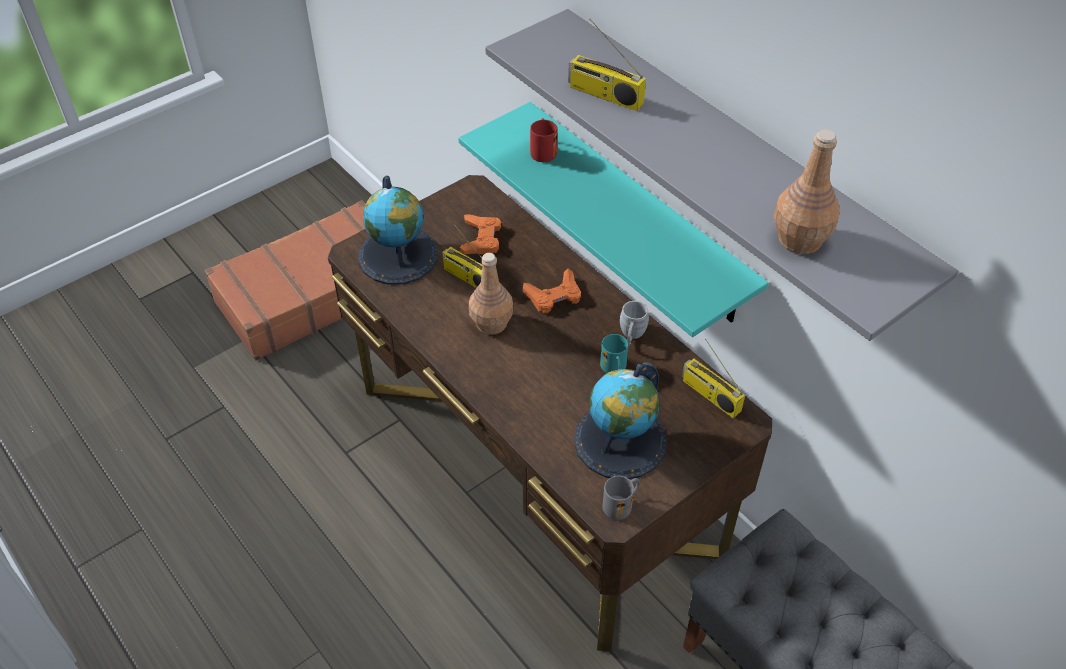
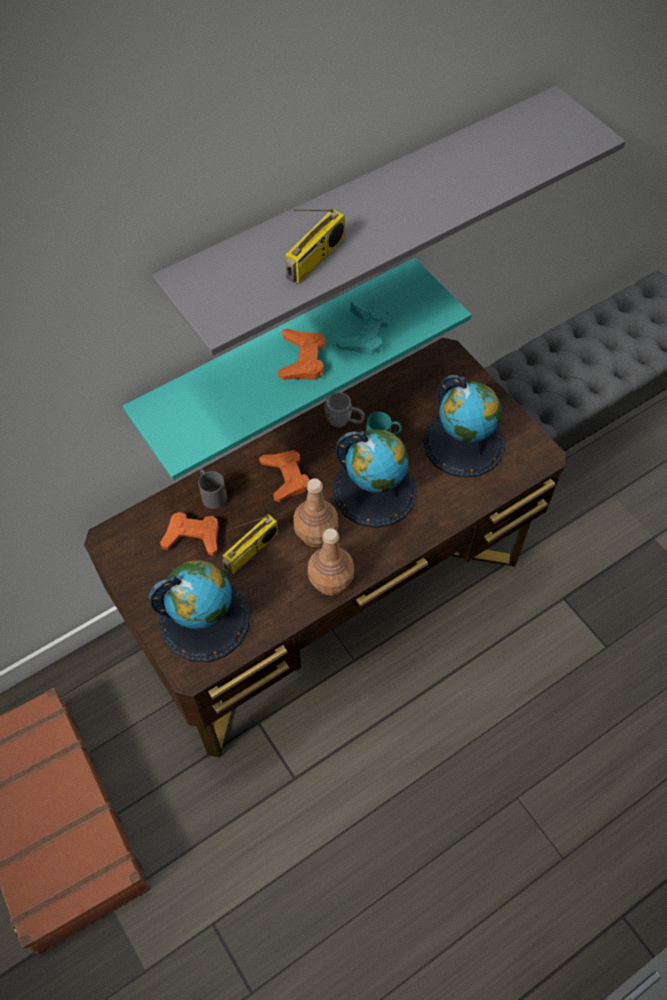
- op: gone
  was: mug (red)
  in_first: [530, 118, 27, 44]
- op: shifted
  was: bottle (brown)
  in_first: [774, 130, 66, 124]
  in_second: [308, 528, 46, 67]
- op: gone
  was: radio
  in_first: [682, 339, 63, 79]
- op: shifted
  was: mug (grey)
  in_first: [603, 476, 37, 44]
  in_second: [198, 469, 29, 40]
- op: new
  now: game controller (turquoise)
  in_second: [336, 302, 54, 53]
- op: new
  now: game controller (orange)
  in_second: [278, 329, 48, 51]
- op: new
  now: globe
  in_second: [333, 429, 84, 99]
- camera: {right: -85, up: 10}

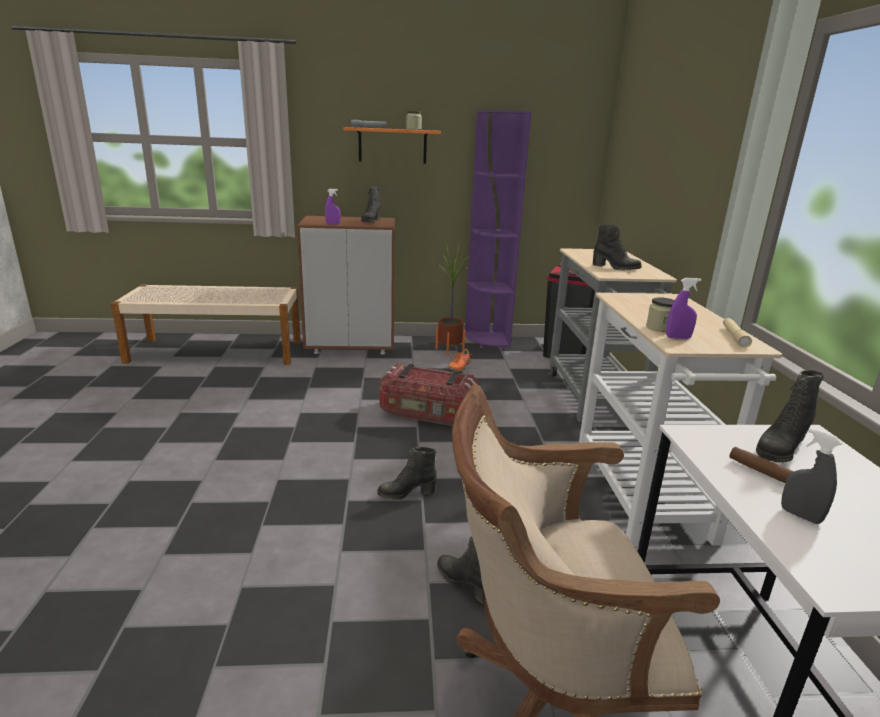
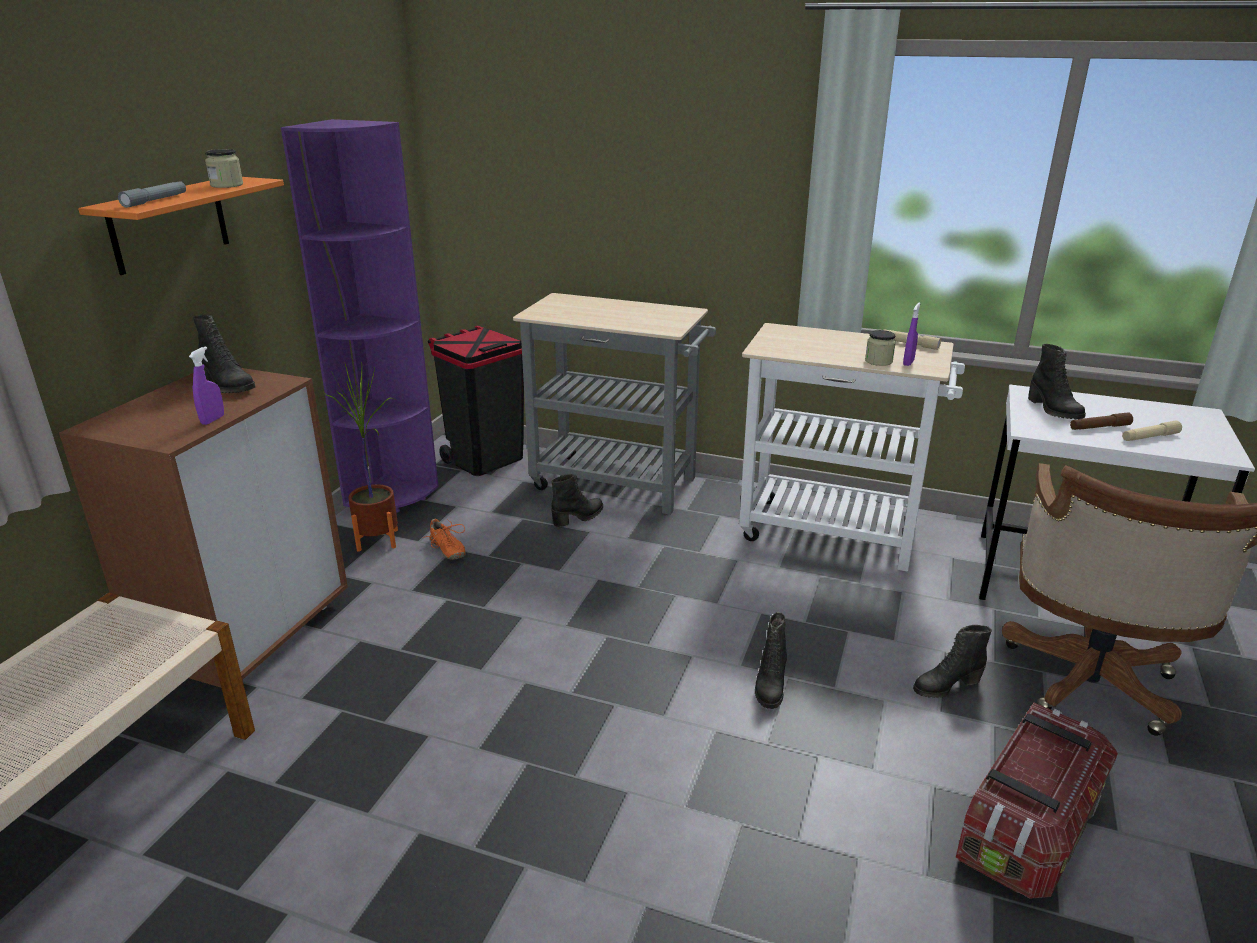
- op: shifted
  was: boot (black)
  in_first: [593, 225, 49, 45]
  in_second: [551, 474, 52, 53]
- op: shifted
  was: storage box
  in_first: [379, 364, 99, 62]
  in_second: [956, 703, 162, 196]
- op: swapped
  was: spray bottle (grey)
  now: flashlight (beige)
  in_first: [781, 428, 62, 96]
  in_second: [1122, 421, 60, 20]
- camera: {right: -65, up: 5}

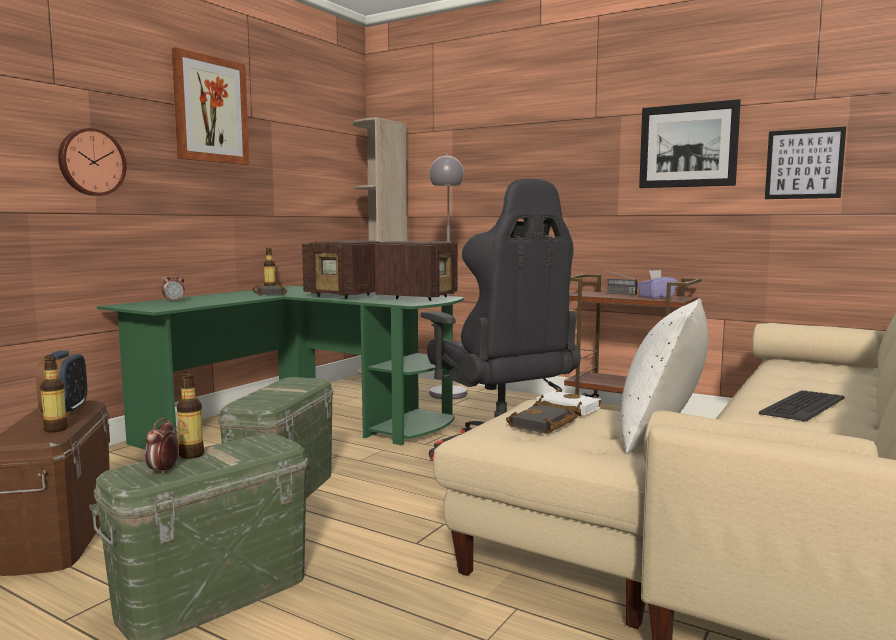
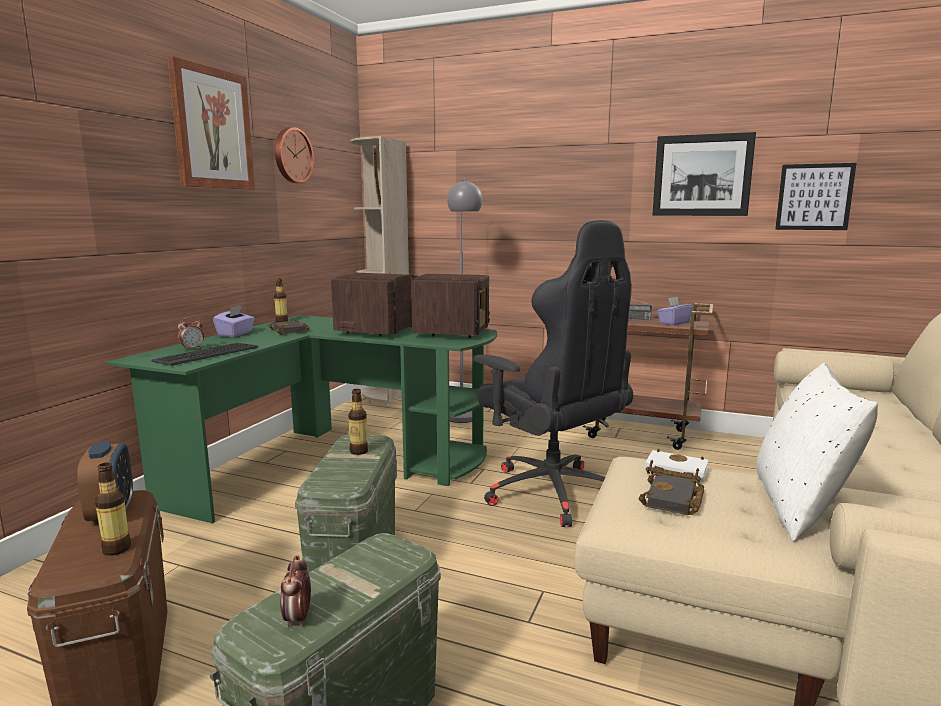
- op: shifted
  was: wall clock
  in_first: [58, 128, 69, 68]
  in_second: [275, 127, 39, 56]
- op: rotated
  was: radio
  in_first: [302, 240, 79, 59]
  in_second: [331, 273, 86, 63]
  clockwise: 90
- op: shifted
  was: bottle
  in_first: [177, 372, 27, 87]
  in_second: [348, 389, 20, 66]
- op: shifted
  was: keyboard
  in_first: [759, 390, 86, 32]
  in_second: [152, 343, 106, 23]
- op: new
  now: tissue box (purple)
  in_second: [213, 305, 42, 32]
- camera: {right: -10, up: 5}

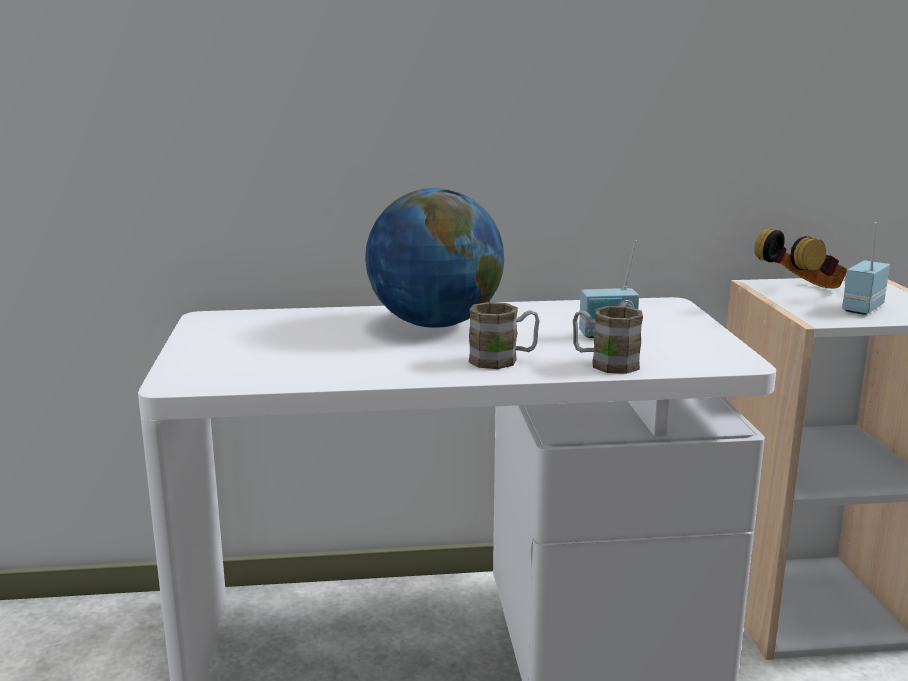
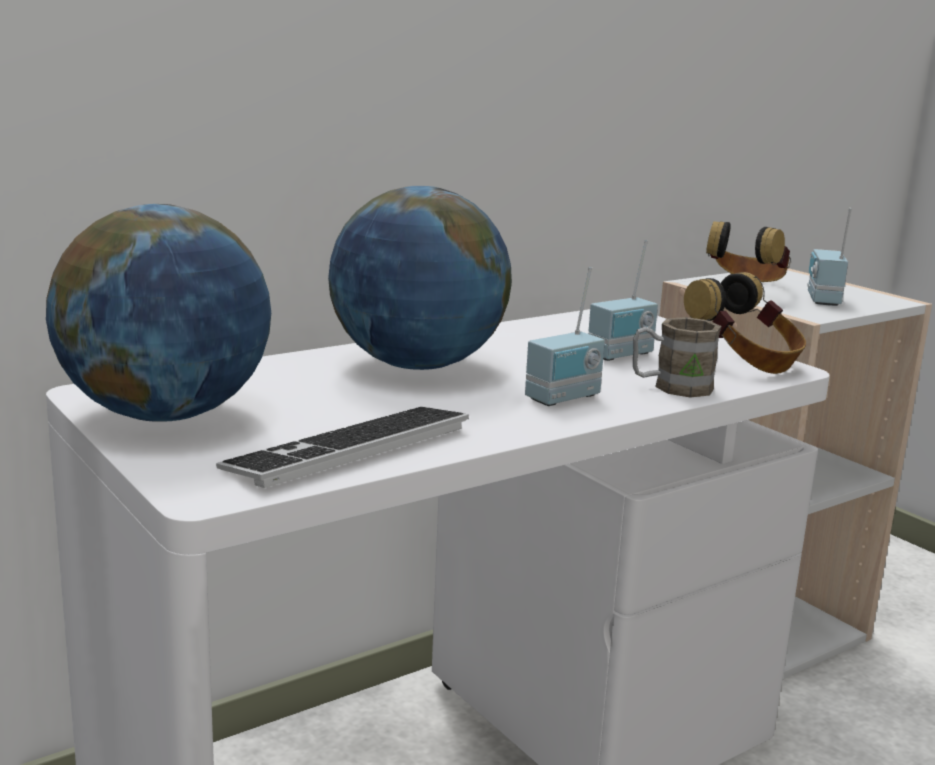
- op: swapped
  was: mug (brown)
  now: radio
  in_first: [469, 302, 70, 67]
  in_second: [525, 267, 80, 139]
- op: new
  now: globe
  in_second: [46, 204, 225, 218]
- op: new
  now: headphones
  in_second: [684, 272, 122, 102]
- op: new
  now: keyboard
  in_second: [216, 407, 253, 81]
- camera: {right: -30, up: 0}

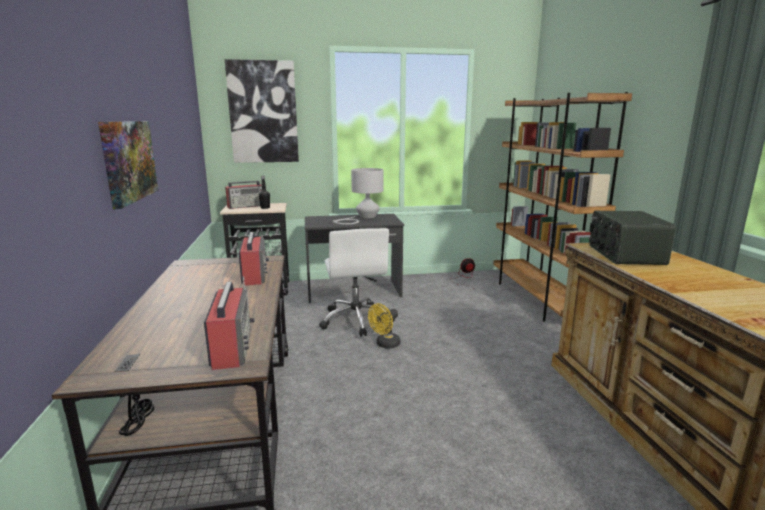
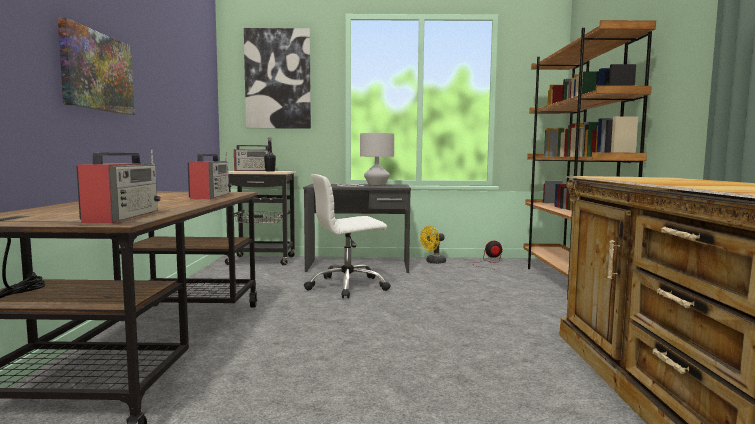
- op: gone
  was: radio
  in_first: [589, 210, 87, 55]
- op: rotated
  was: office chair (white)
  in_first: [319, 228, 76, 108]
  in_second: [304, 174, 87, 124]
  clockwise: 75
- op: shifted
  was: fan (yellow)
  in_first: [368, 303, 33, 46]
  in_second: [420, 226, 26, 38]
- camera: {right: 10, up: -10}

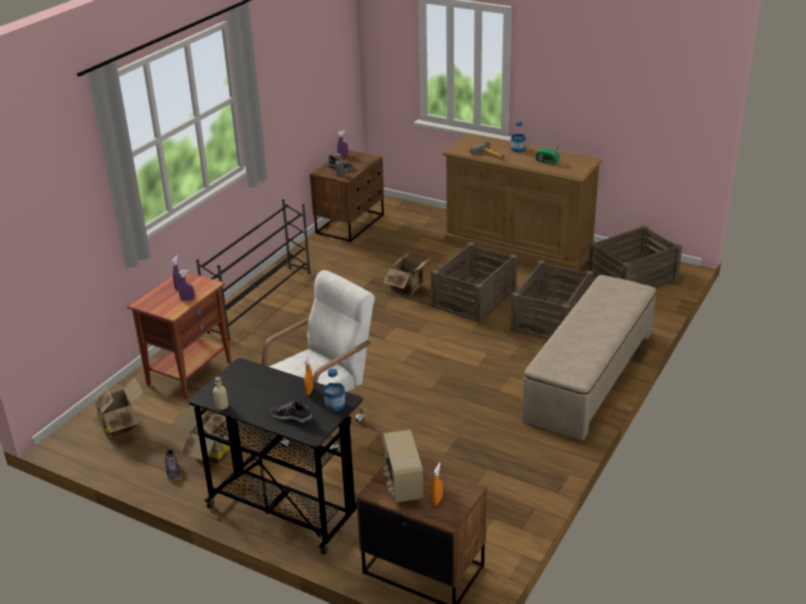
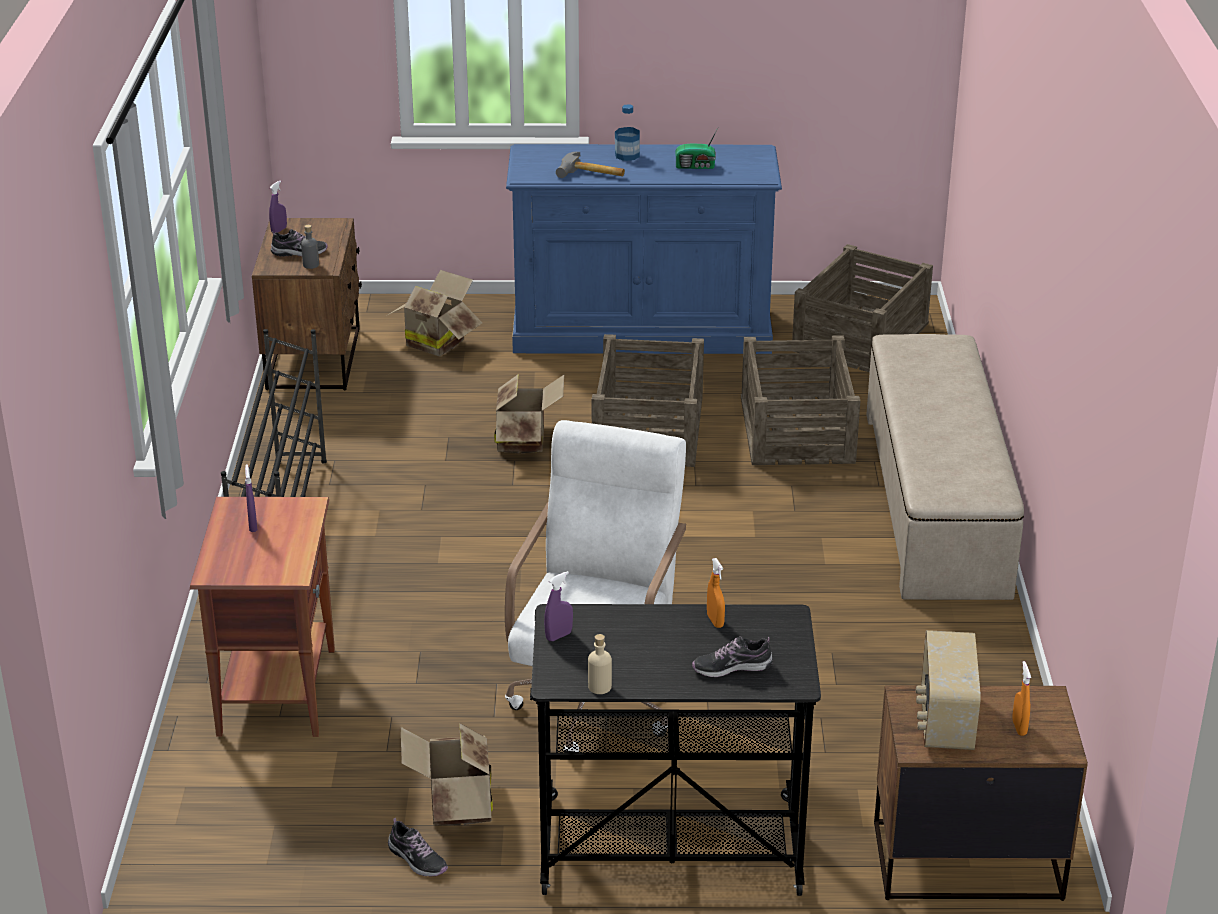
- op: repainted
  was: cabinet (brown)
  now: cabinet (blue)
  in_first: [442, 133, 161, 138]
  in_second: [506, 144, 276, 210]
- op: shifted
  was: spray bottle (purple)
  in_first: [178, 270, 17, 31]
  in_second: [544, 571, 29, 70]
- op: gone
  was: bottle
  in_first: [324, 369, 22, 43]
- op: shifted
  was: cardboard box
  in_first: [94, 377, 49, 61]
  in_second: [386, 270, 96, 86]
- op: rotated
  was: radio
  in_first: [382, 430, 41, 73]
  in_second: [916, 630, 64, 120]
  clockwise: 45
- camera: {right: -30, up: 0}

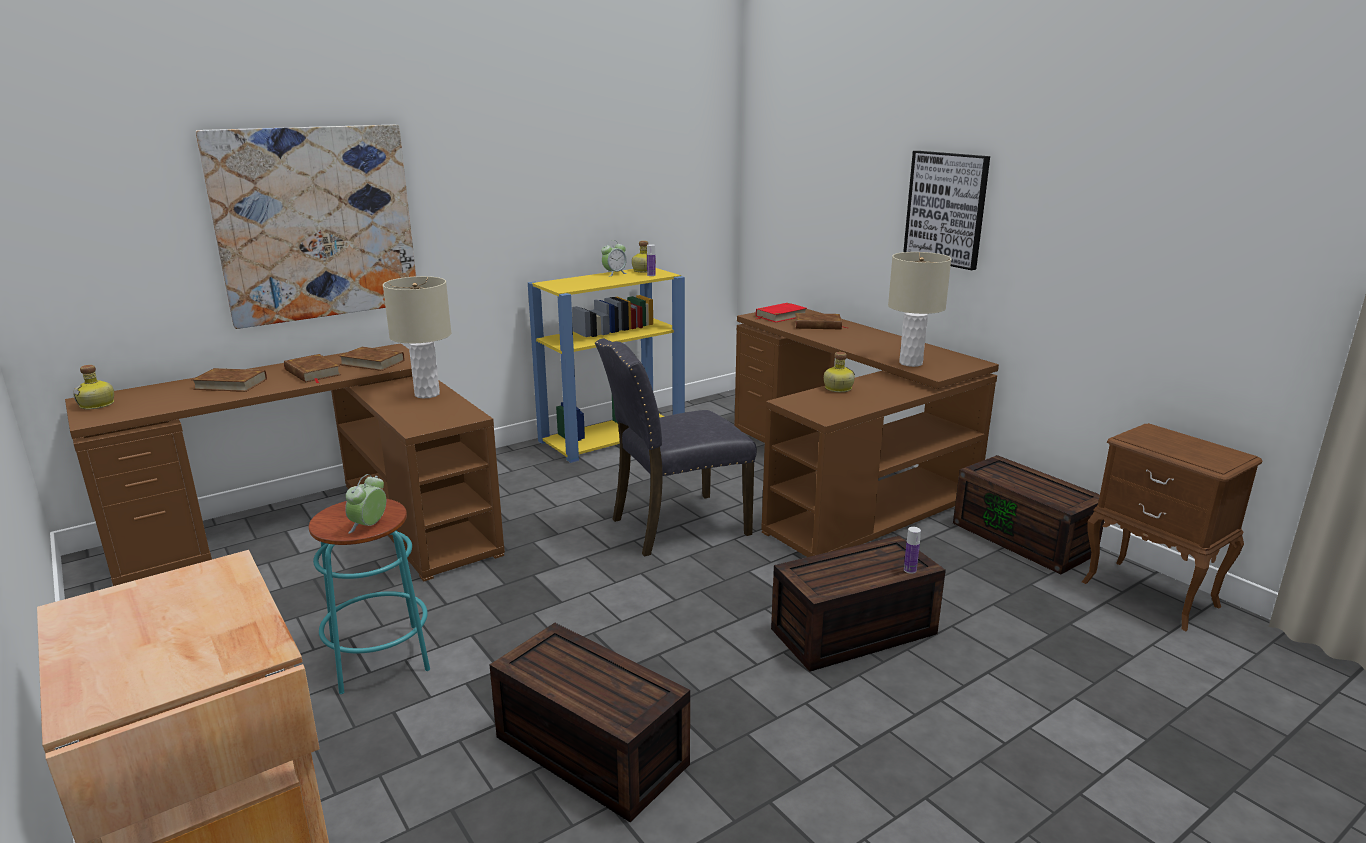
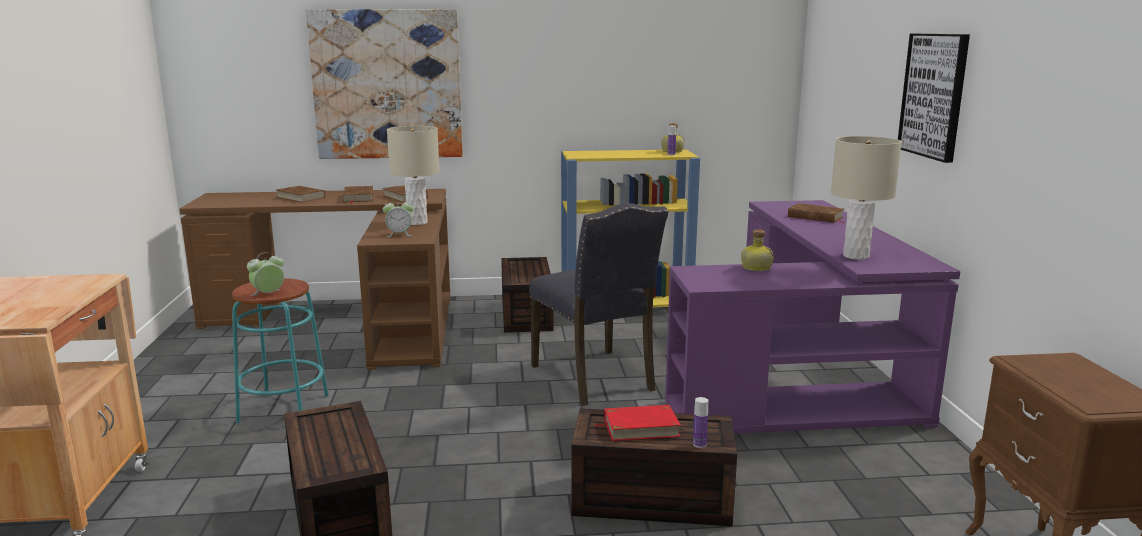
- op: shifted
  was: alarm clock
  in_first: [601, 240, 26, 36]
  in_second: [383, 198, 30, 39]
- op: shifted
  was: book (red)
  in_first: [755, 303, 52, 20]
  in_second: [595, 405, 86, 36]
- op: repainted
  was: desk (brown)
  now: desk (purple)
  in_first: [734, 309, 265, 248]
  in_second: [665, 200, 296, 234]
- op: rotated
  was: chair (grey)
  in_first: [595, 338, 162, 218]
  in_second: [529, 203, 140, 203]
  clockwise: -120
- op: gone
  was: bottle
  in_first: [73, 365, 41, 44]
- op: shifted
  was: storage box (brown)
  in_first: [953, 455, 151, 119]
  in_second: [501, 257, 53, 76]
- camera: {right: 30, up: -5}

